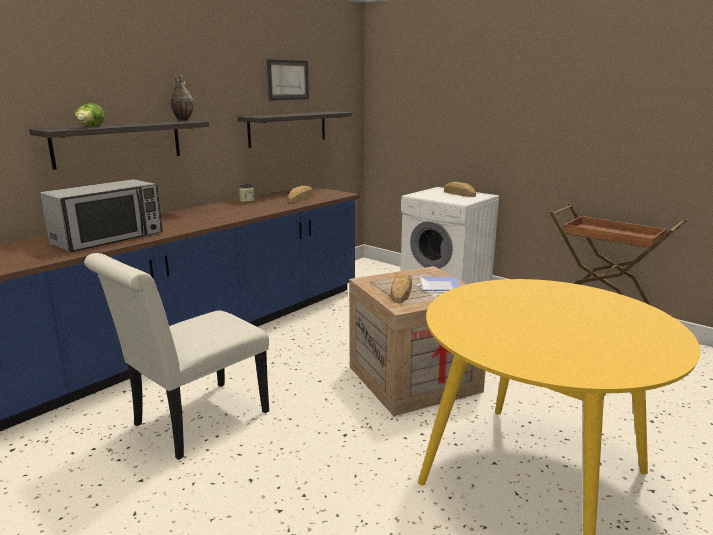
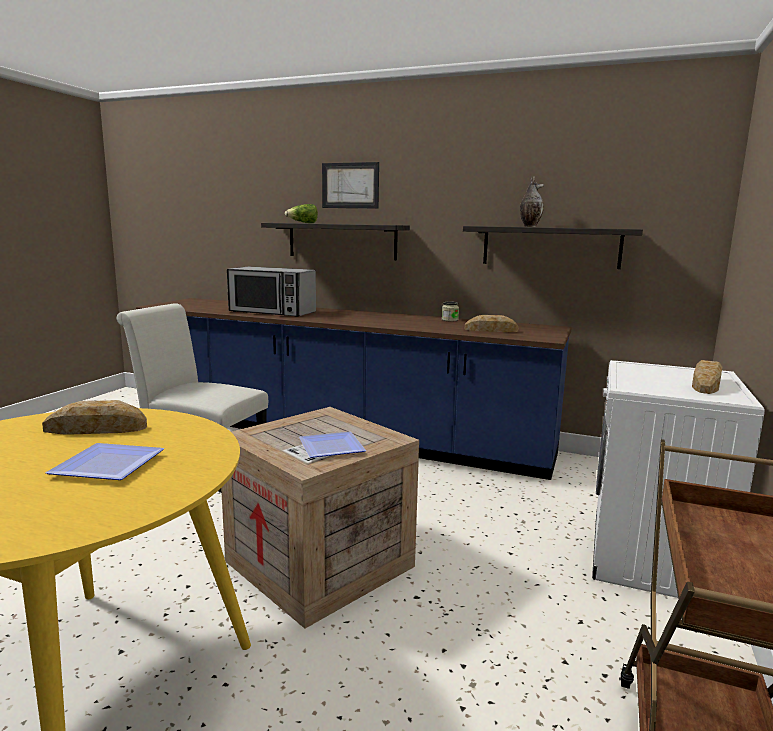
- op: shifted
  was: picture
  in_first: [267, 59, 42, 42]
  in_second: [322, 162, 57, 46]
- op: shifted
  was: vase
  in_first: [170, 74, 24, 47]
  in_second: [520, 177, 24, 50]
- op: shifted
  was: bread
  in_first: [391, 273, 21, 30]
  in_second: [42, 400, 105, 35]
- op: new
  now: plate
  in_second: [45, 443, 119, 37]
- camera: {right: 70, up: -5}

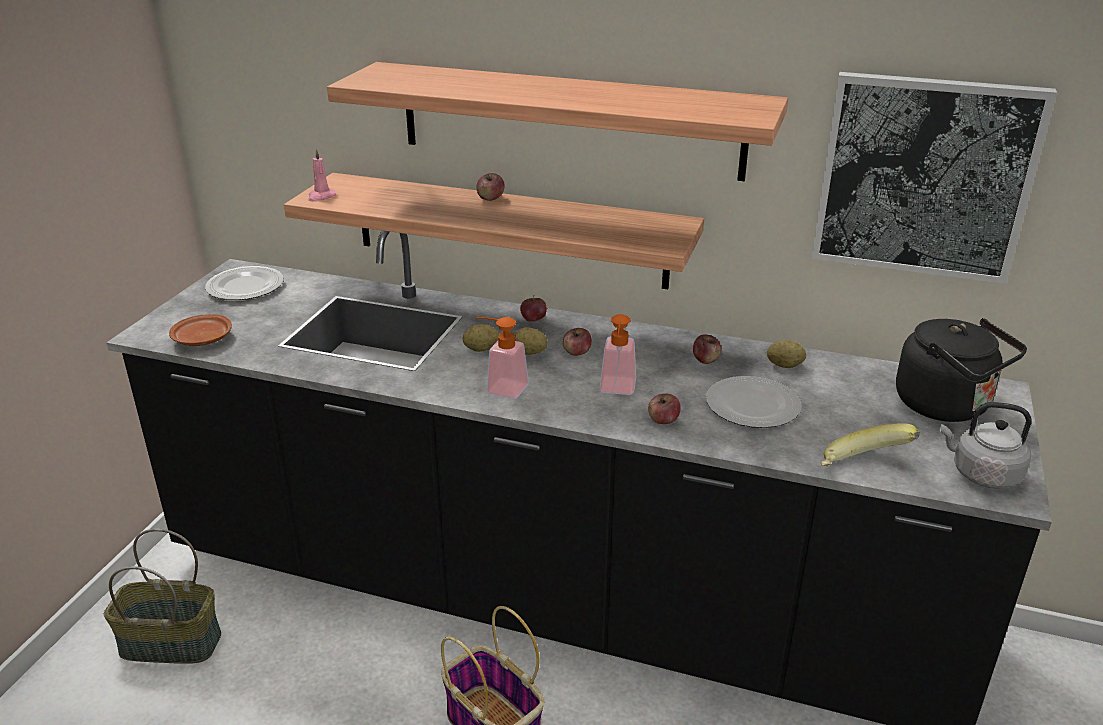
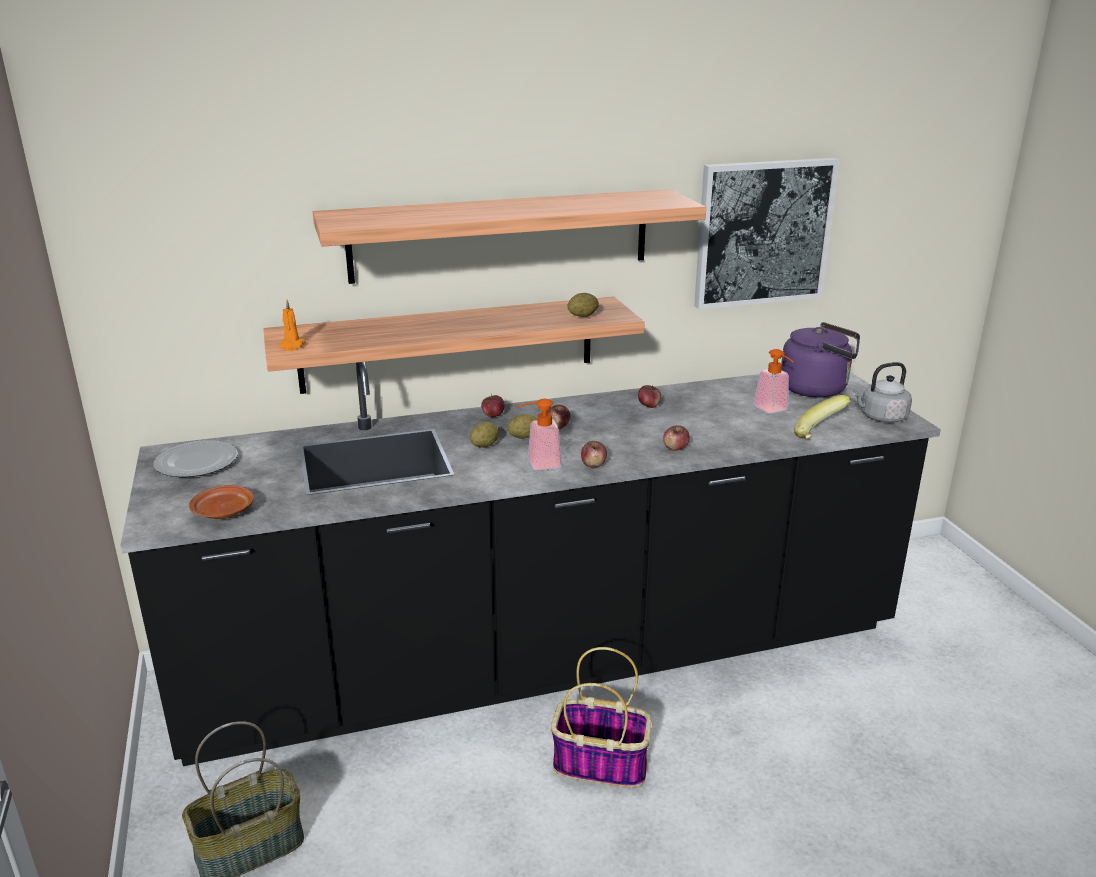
- op: repainted
  was: candle (pink)
  now: candle (orange)
  in_first: [308, 149, 28, 53]
  in_second: [280, 300, 26, 51]
- op: shifted
  was: apple
  in_first: [476, 173, 29, 28]
  in_second: [581, 441, 26, 26]
- op: shifted
  was: soap dispenser
  in_first: [600, 314, 36, 81]
  in_second: [754, 349, 40, 65]
- op: repainted
  was: kettle (black)
  now: kettle (purple)
  in_first: [896, 318, 131, 104]
  in_second: [781, 322, 79, 76]
- op: shifted
  was: potato
  in_first: [767, 340, 39, 28]
  in_second: [568, 293, 31, 24]
- op: gone
  was: plate
  in_first: [706, 376, 96, 52]
- camera: {right: -35, up: -5}

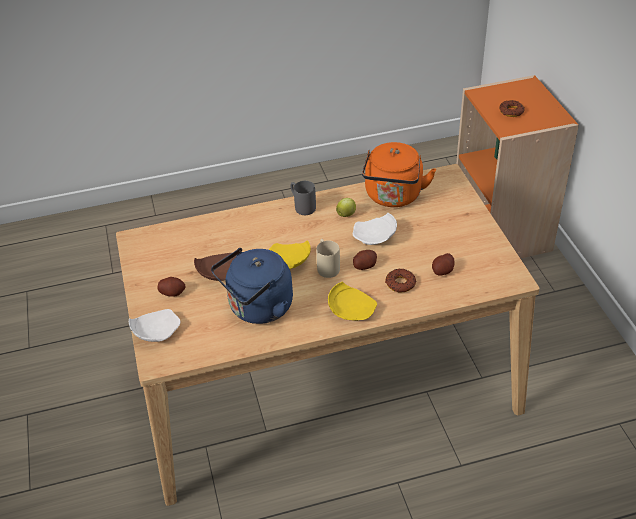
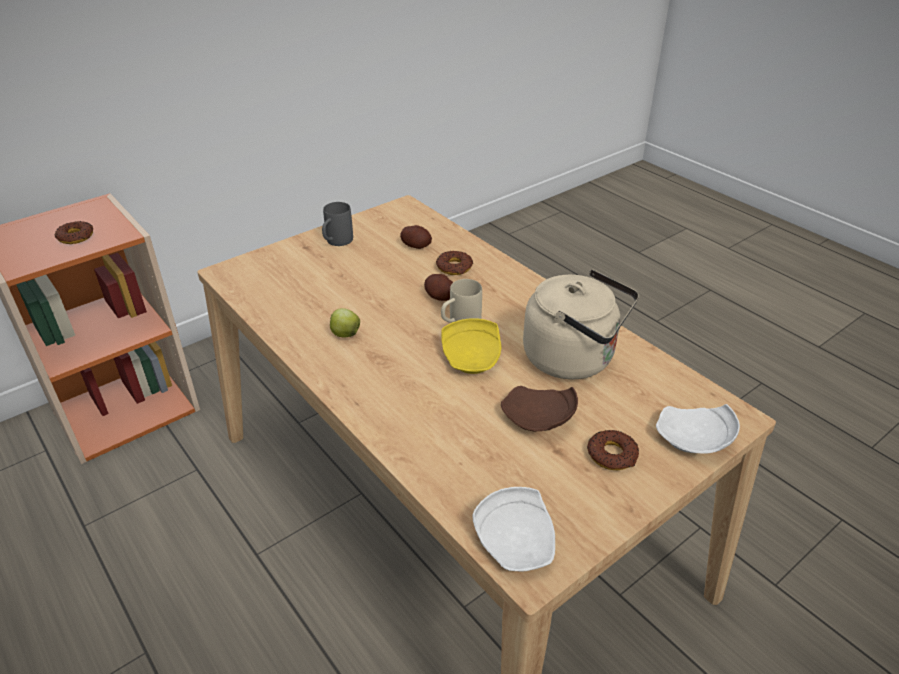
- op: gone
  was: kettle (orange)
  in_first: [362, 142, 74, 65]
- op: shifted
  was: mug (grey)
  in_first: [291, 181, 25, 34]
  in_second: [322, 202, 31, 44]
- op: shifted
  was: plate (white)
  in_first: [352, 213, 45, 32]
  in_second: [472, 487, 83, 85]
- op: repainted
  was: kettle (blue)
  now: kettle (beige)
  in_first: [211, 248, 82, 76]
  in_second: [523, 270, 116, 109]
- op: swapped
  was: potato
  now: donut
  in_first: [157, 277, 28, 19]
  in_second: [587, 430, 52, 40]
- op: gone
  was: plate (yellow)
  in_first: [328, 281, 49, 40]
- camera: {right: -115, up: -5}

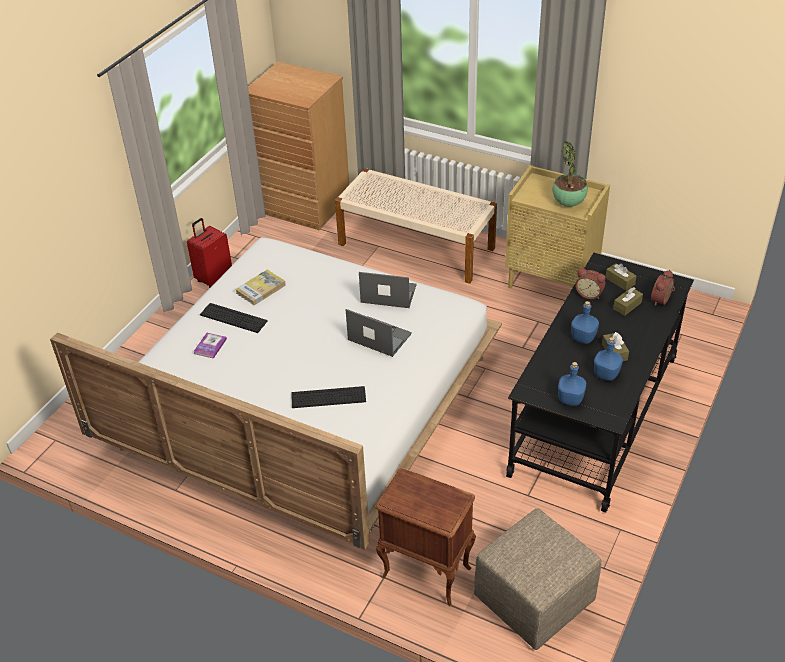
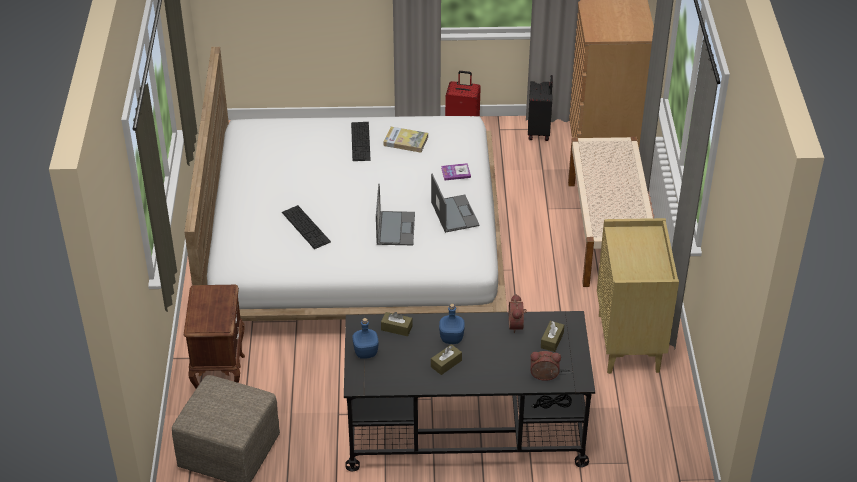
- op: gone
  was: potted plant
  in_first: [553, 141, 35, 66]
- op: shifted
  was: tissue box (brown)
  in_first: [613, 287, 30, 29]
  in_second: [381, 312, 31, 24]
- op: shifted
  was: book
  in_first: [193, 333, 34, 26]
  in_second: [441, 163, 30, 18]
- op: gone
  was: bottle (blue)
  in_first: [594, 337, 29, 44]
- op: new
  now: suitcase (black)
  in_second: [528, 75, 25, 66]
- camera: {right: 60, up: 0}

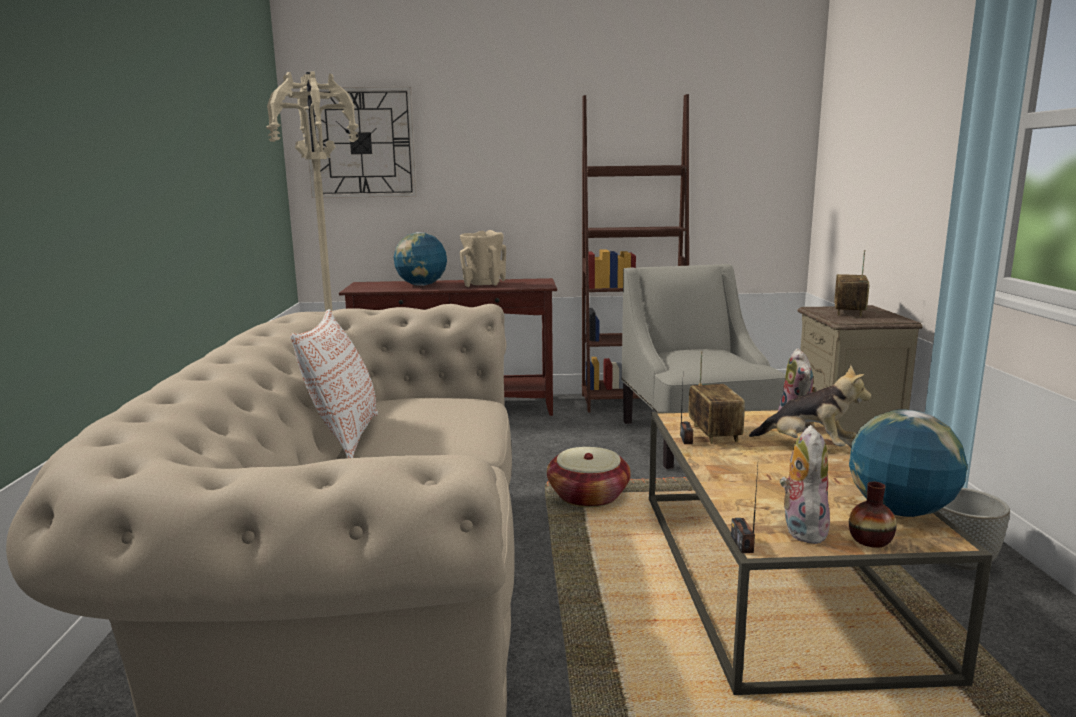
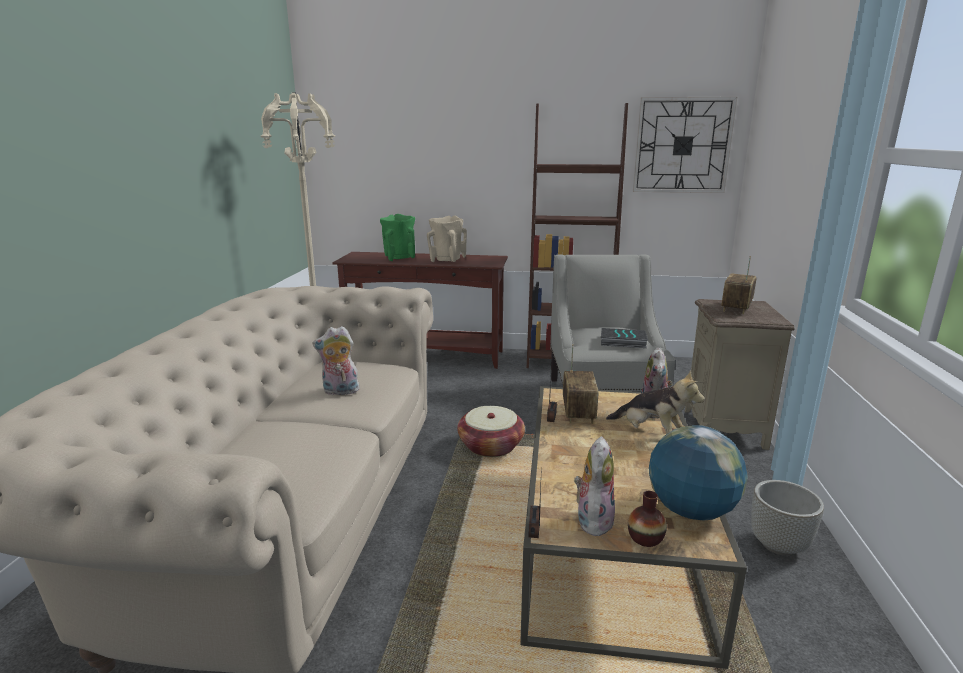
- op: shifted
  was: wall clock
  in_first: [306, 87, 111, 111]
  in_second: [633, 97, 104, 96]
- op: swapped
  was: globe
  now: vase (green)
  in_first: [394, 232, 53, 54]
  in_second: [380, 214, 35, 47]
- op: gone
  was: pillow (white)
  in_first: [290, 309, 88, 149]
- op: new
  now: plush toy
  in_second: [312, 326, 48, 69]
- op: new
  now: book
  in_second: [601, 328, 47, 20]
- camera: {right: 10, up: 5}

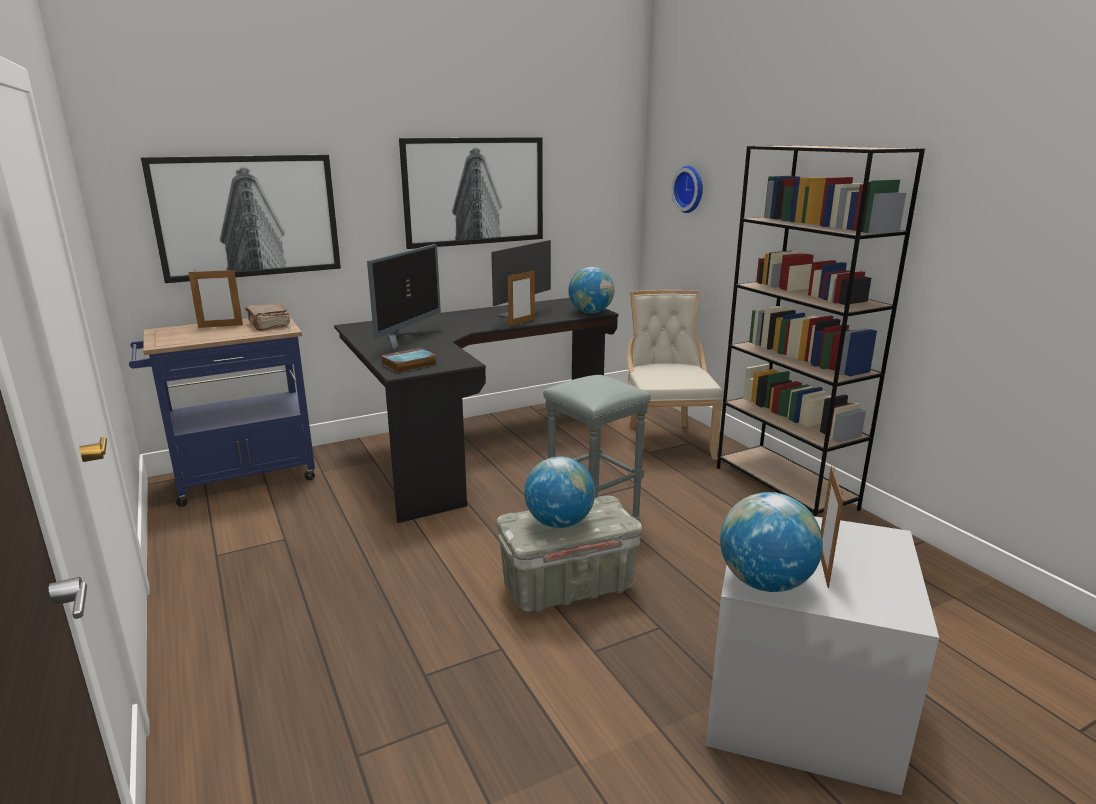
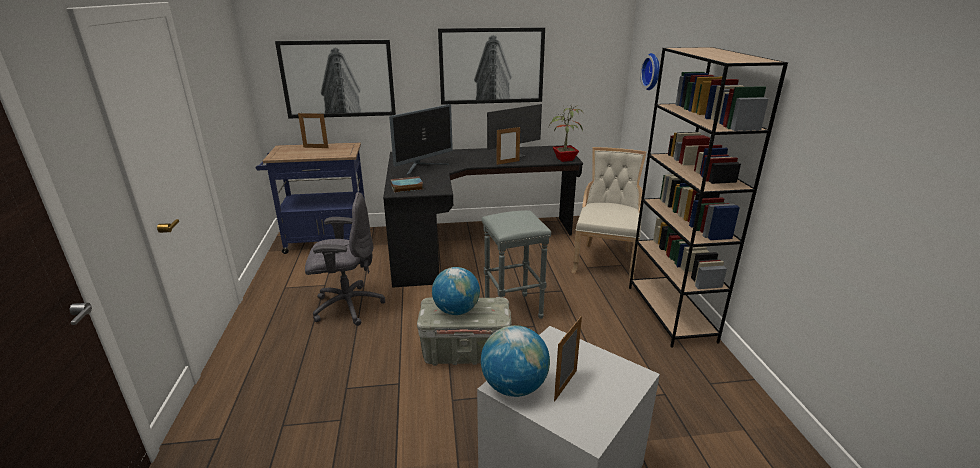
- op: swapped
  was: globe
  now: potted plant
  in_first: [568, 267, 46, 46]
  in_second: [550, 105, 33, 57]
- op: gone
  was: book (brown)
  in_first: [245, 303, 46, 28]
- op: new
  now: office chair (grey)
  in_second: [305, 192, 80, 134]
- camera: {right: 20, up: 5}

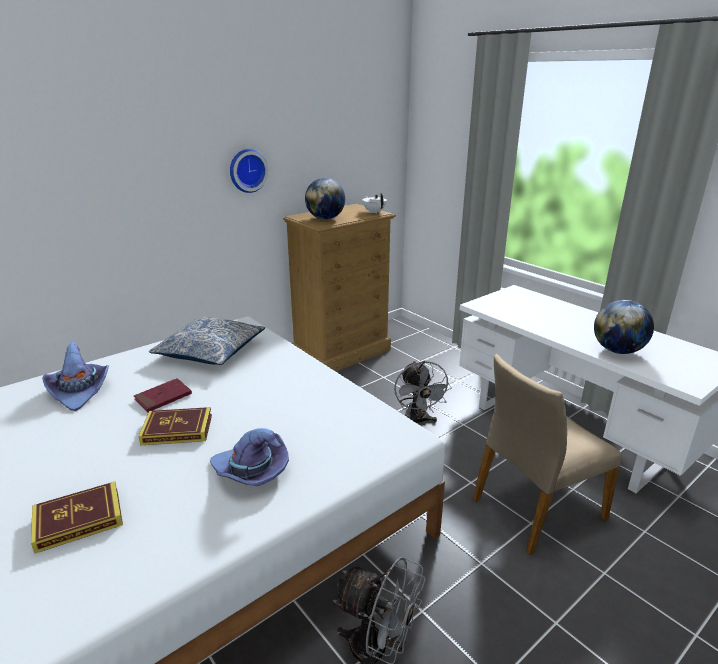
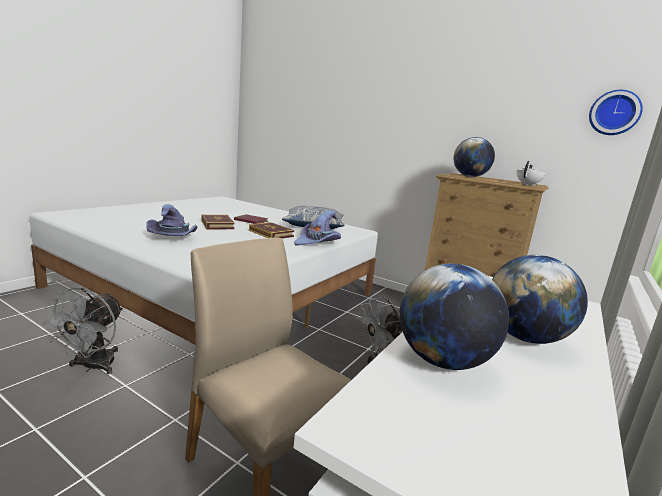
- op: shifted
  was: wall clock
  in_first: [230, 149, 38, 44]
  in_second: [589, 90, 54, 45]
- op: shifted
  was: hat (purple)
  in_first: [42, 342, 67, 69]
  in_second: [294, 210, 47, 36]
- op: shifted
  was: book
  in_first: [31, 482, 92, 71]
  in_second: [249, 222, 45, 16]
- op: new
  now: globe
  in_second: [492, 255, 96, 89]
- camera: {right: 70, up: -10}

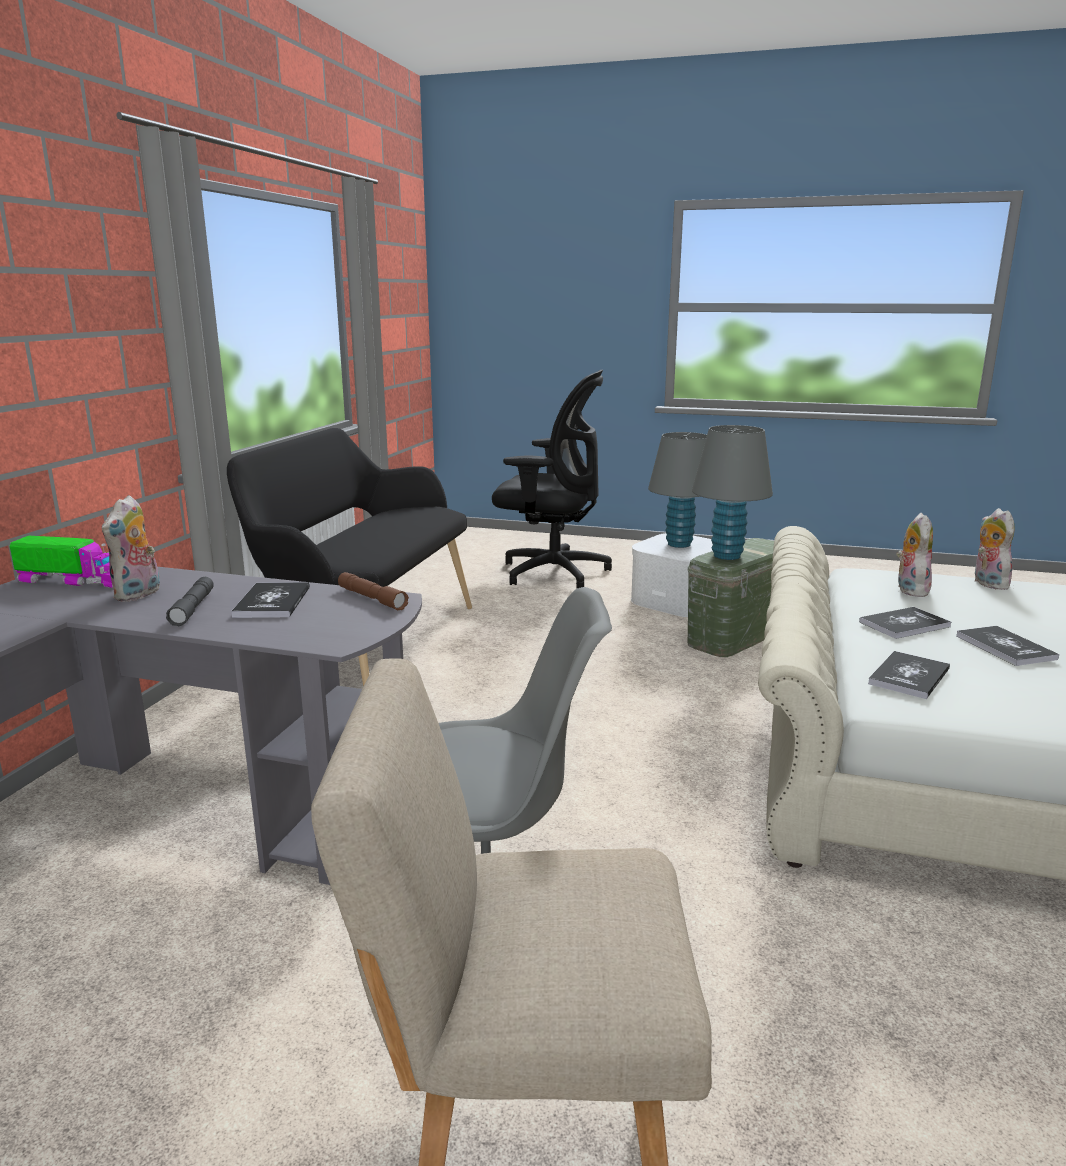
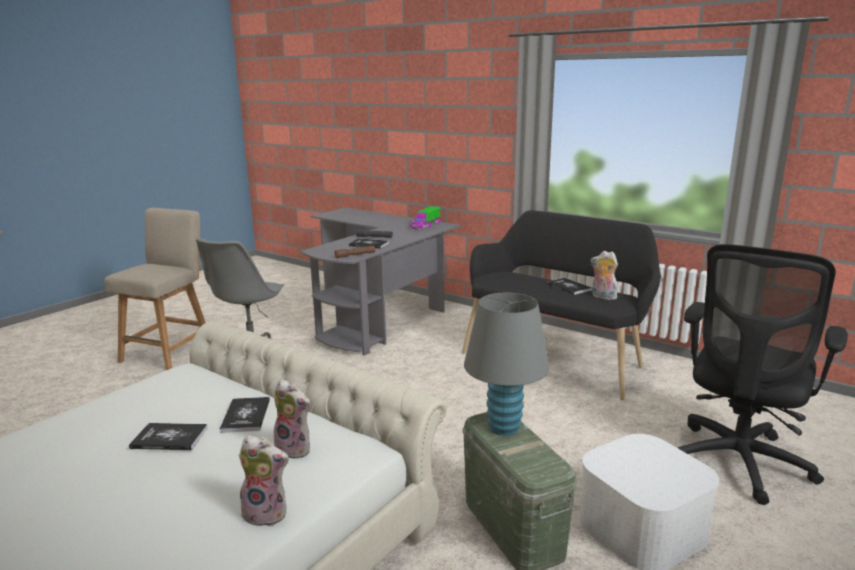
- op: gone
  was: table lamp (grey)
  in_first: [648, 432, 59, 116]
- op: shifted
  was: plush toy
  in_first: [102, 495, 58, 107]
  in_second: [591, 251, 27, 49]
- op: shifted
  was: book
  in_first: [868, 651, 82, 48]
  in_second: [546, 278, 46, 17]
- camera: {right: 110, up: 0}

